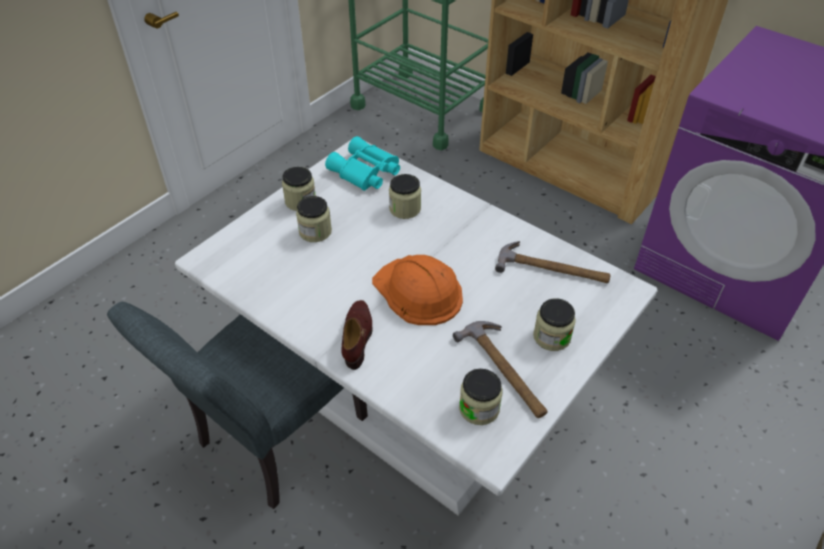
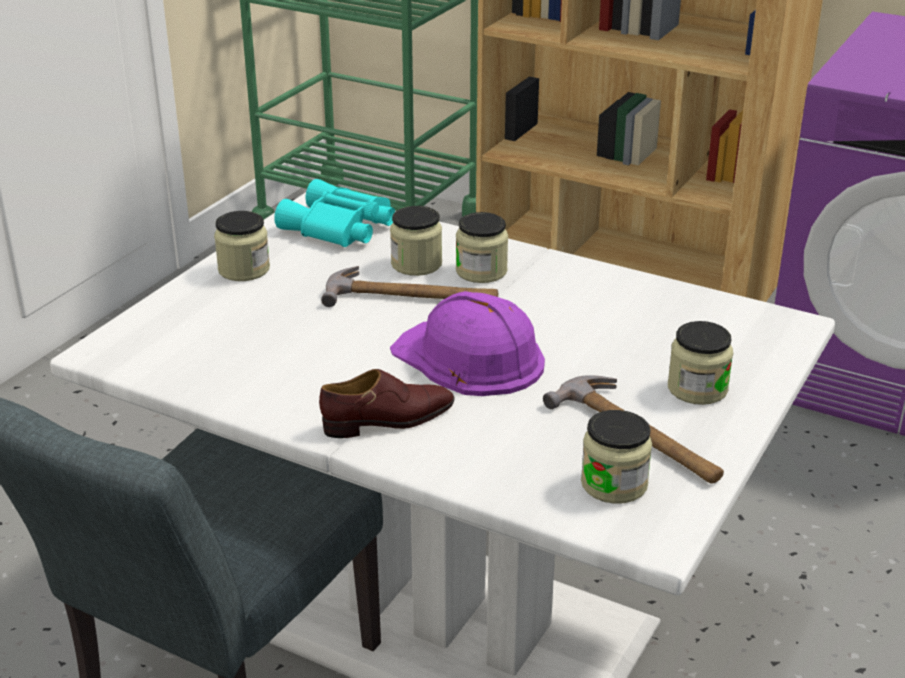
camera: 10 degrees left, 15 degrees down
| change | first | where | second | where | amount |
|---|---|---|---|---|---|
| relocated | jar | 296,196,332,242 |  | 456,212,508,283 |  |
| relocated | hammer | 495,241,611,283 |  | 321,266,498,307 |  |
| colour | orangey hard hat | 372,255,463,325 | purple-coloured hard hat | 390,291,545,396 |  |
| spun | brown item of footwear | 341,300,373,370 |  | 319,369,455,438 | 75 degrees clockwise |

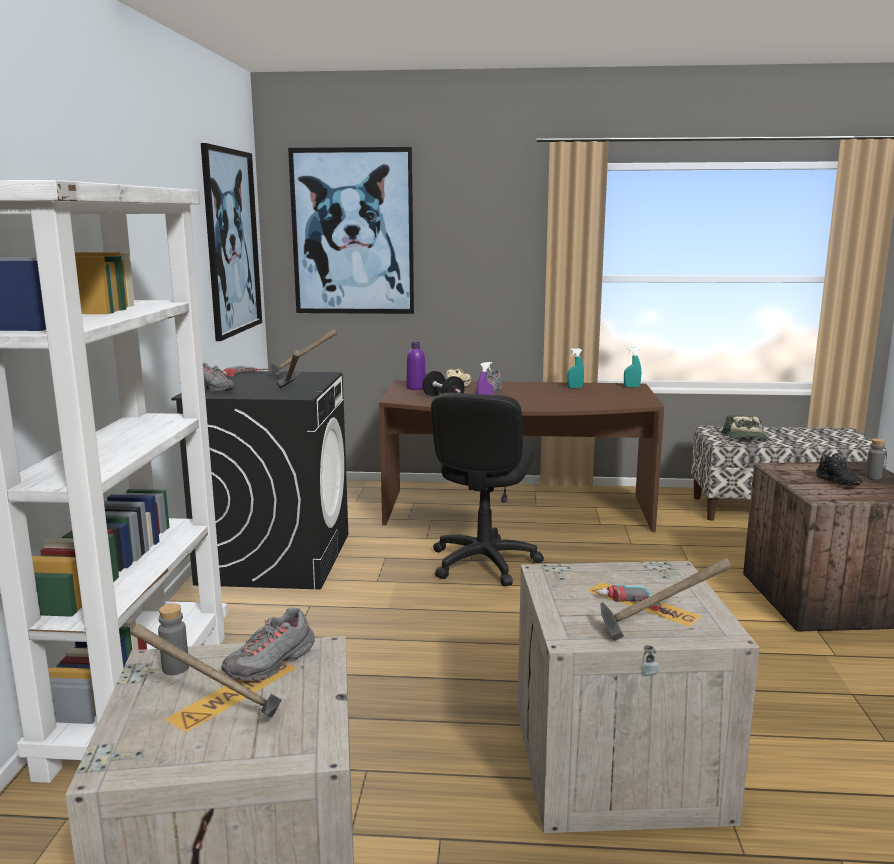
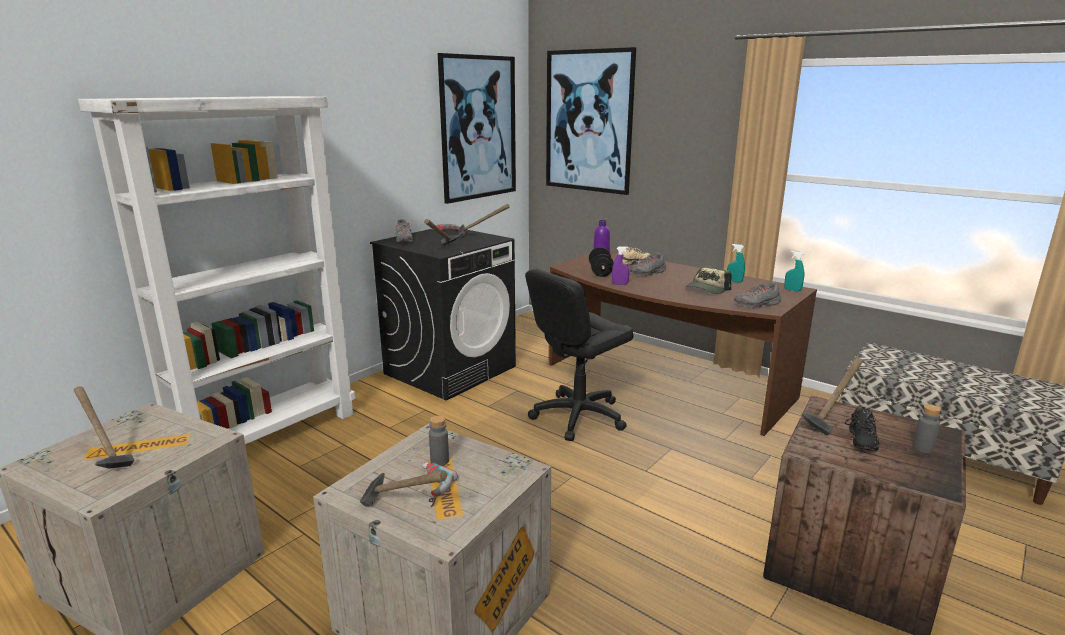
camera: 35 degrees right, 5 degrees up
| change | first | where | second | where | amount |
|---|---|---|---|---|---|
| relocated | baseball cap | 721,415,770,440 |  | 686,266,731,294 |  |
| relocated | grey beverage bottle | 158,604,189,675 |  | 429,415,449,466 |  |
| relocated | grey item of footwear | 221,608,315,680 |  | 734,282,781,309 |  |
| appeared |  |  | hammer | 801,357,863,435 |  |

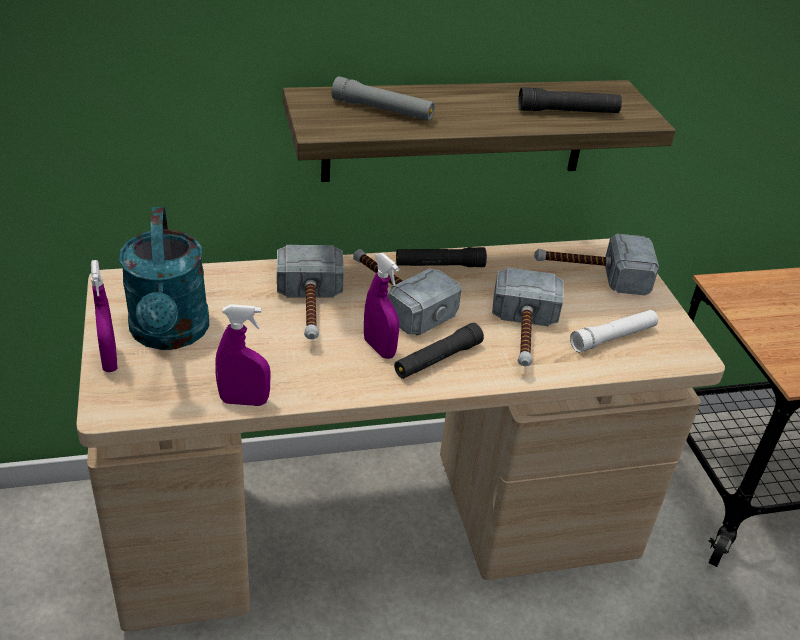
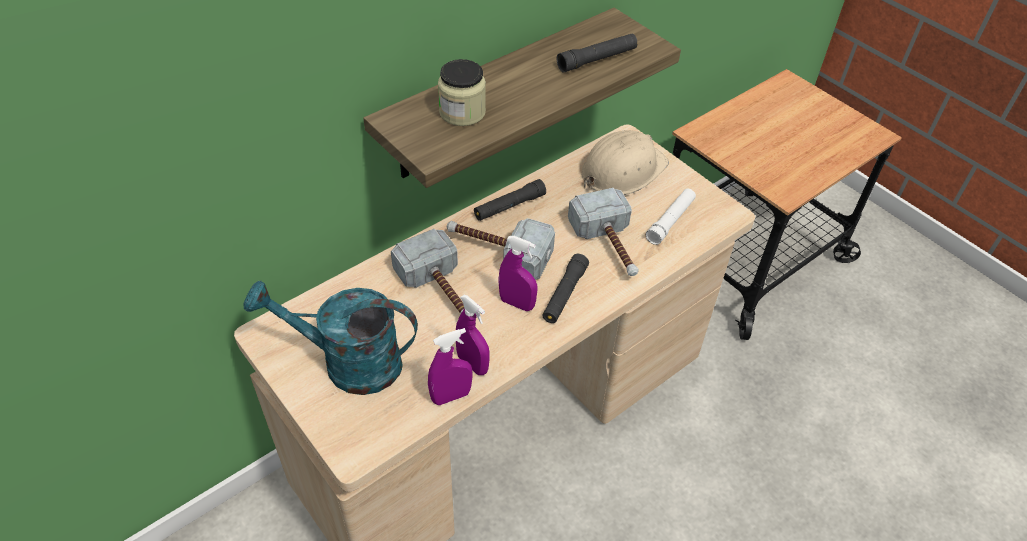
camera: 25 degrees left, 10 degrees up
| change | first | where | second | where | amount |
|---|---|---|---|---|---|
| exchanged | grey hand torch | 332,76,435,121 | jar | 438,59,486,126 |  |
| spun | turquoise sprinkling can | 119,207,209,350 |  | 243,281,418,395 | 135 degrees clockwise |
| exchanged | hammer | 534,234,659,295 | beige hard hat | 582,130,669,195 |  |
| relocated | purple-coloured spray bottle | 91,260,118,372 |  | 456,294,490,375 |  |

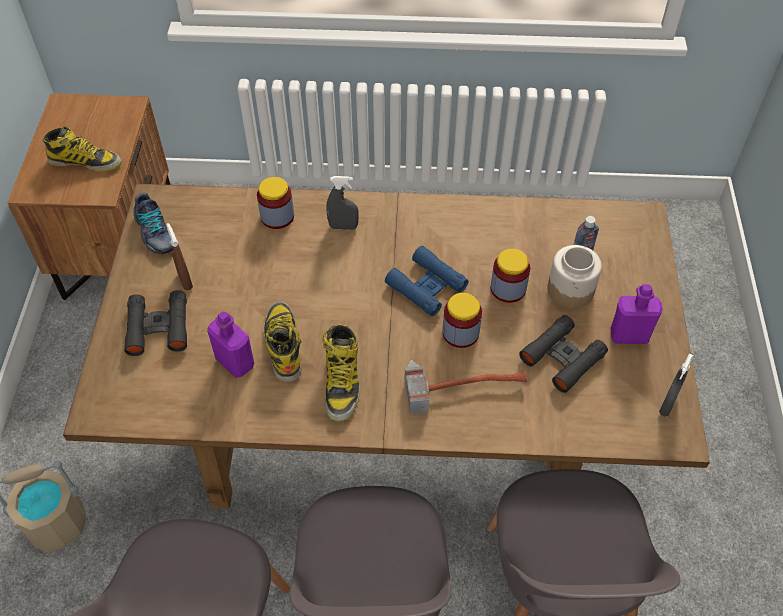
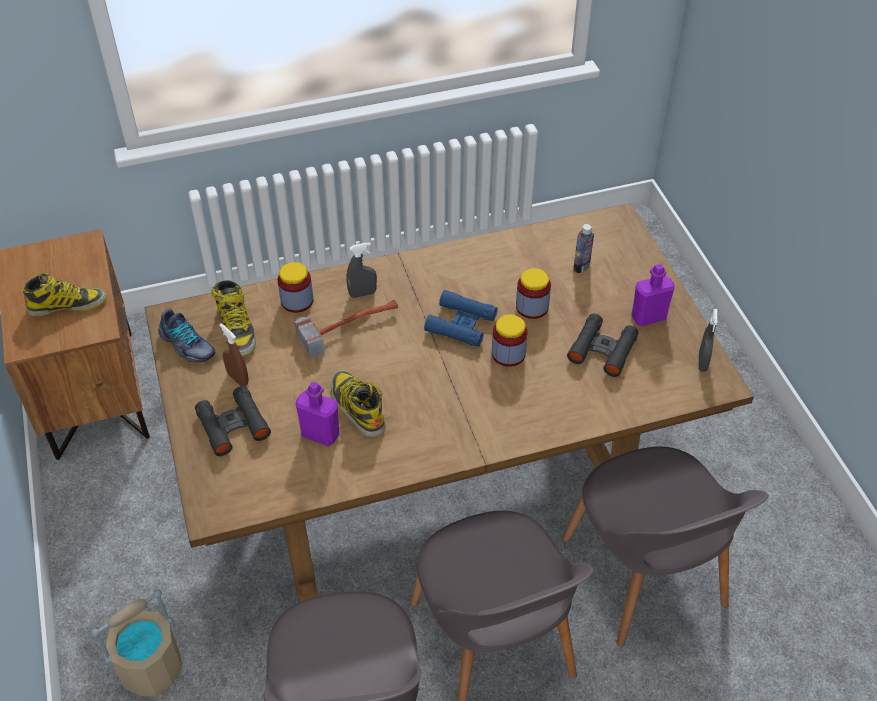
camera: 20 degrees left, 5 degrees down
| change | first | where | second | where | amount |
|---|---|---|---|---|---|
| missing | jar | 548,245,602,309 |  |  |  |
| relocated | tall boot | 323,325,359,422 |  | 211,280,256,357 |  |
| relocated | hammer | 405,360,527,414 |  | 295,300,398,358 |  |

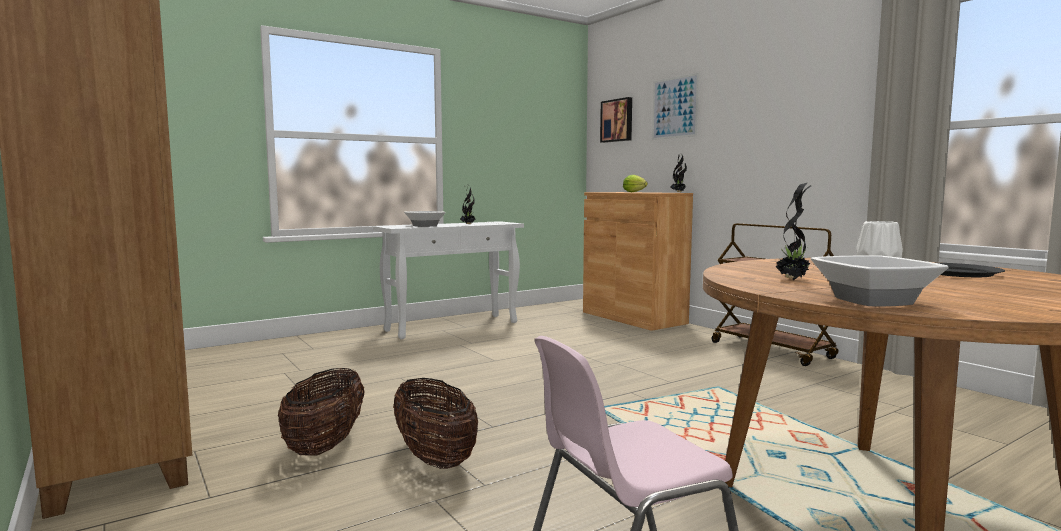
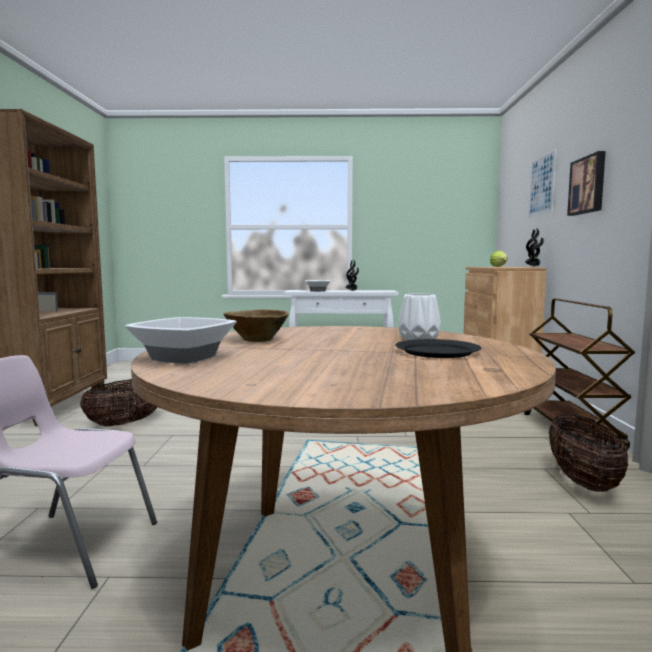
camera: 35 degrees right, 0 degrees up
| change | first | where | second | where | amount |
|---|---|---|---|---|---|
| relocated | picture | 600,97,632,143 |  | 567,151,606,216 |  |
| exchanged | houseplant | 776,182,812,280 | brown deep dish | 223,309,289,342 |  |
| relocated | household basket | 393,378,478,469 |  | 549,414,628,491 |  |

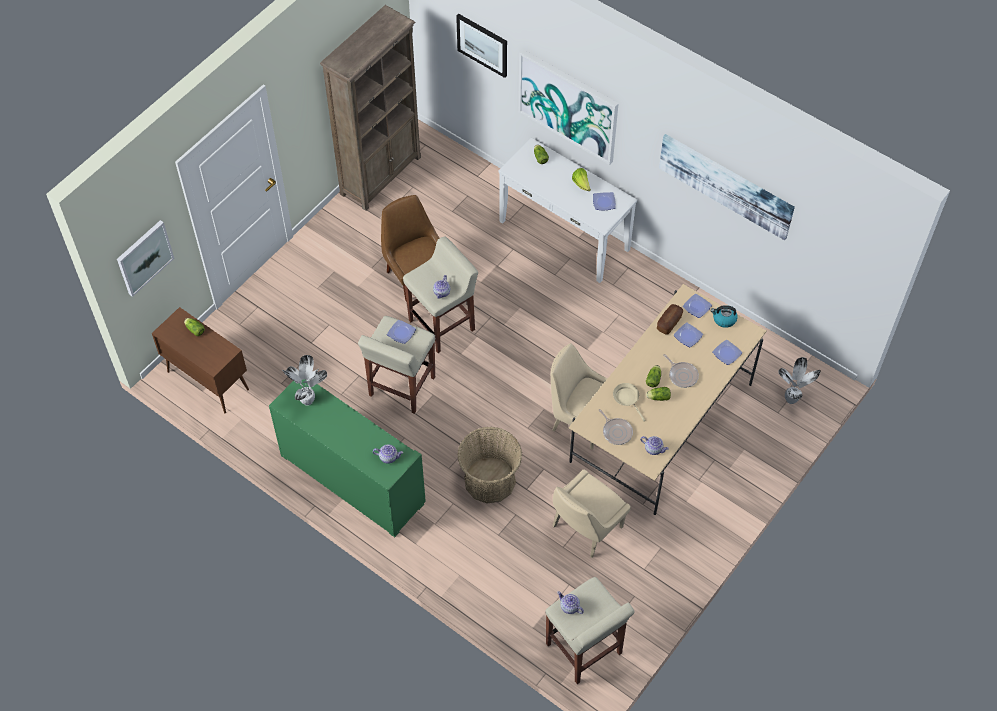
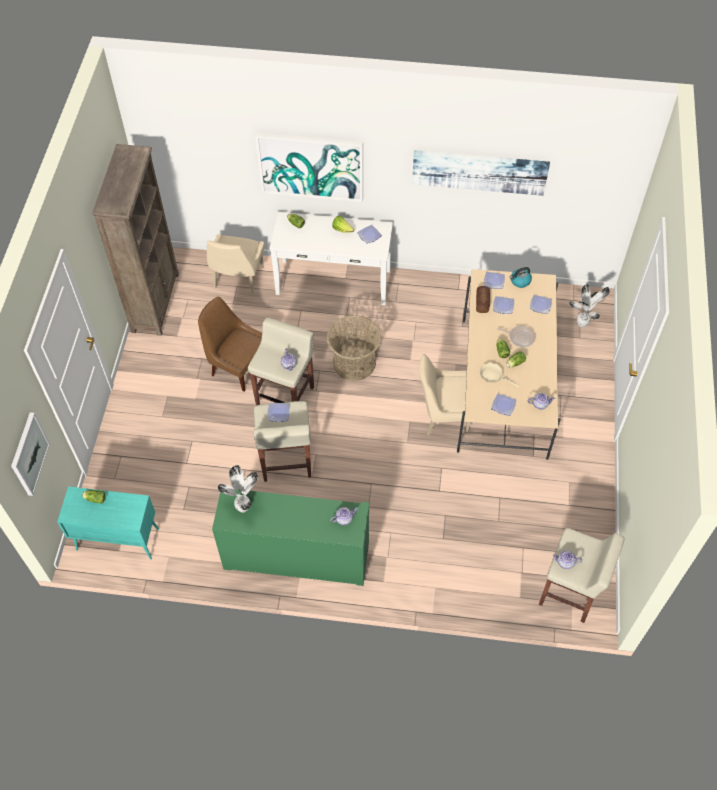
camera: 30 degrees left, 0 degrees up
| change | first | where | second | where | amount |
|---|---|---|---|---|---|
| missing | picture | 456,13,507,78 |  |  |  |
| colour | brown cupboard | 152,307,249,413 | turquoise cupboard | 57,487,159,559 |  |
| exchanged | skillet | 599,409,633,445 | plate | 491,394,517,416 |  |
| relocated | household basket | 458,427,522,503 |  | 327,315,381,381 |  |
| relocated | beige upright chair | 553,469,631,558 |  | 207,234,264,295 |  |

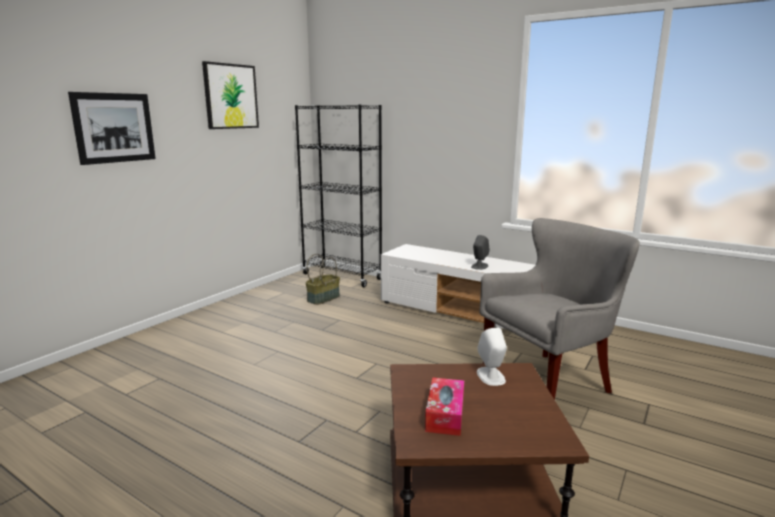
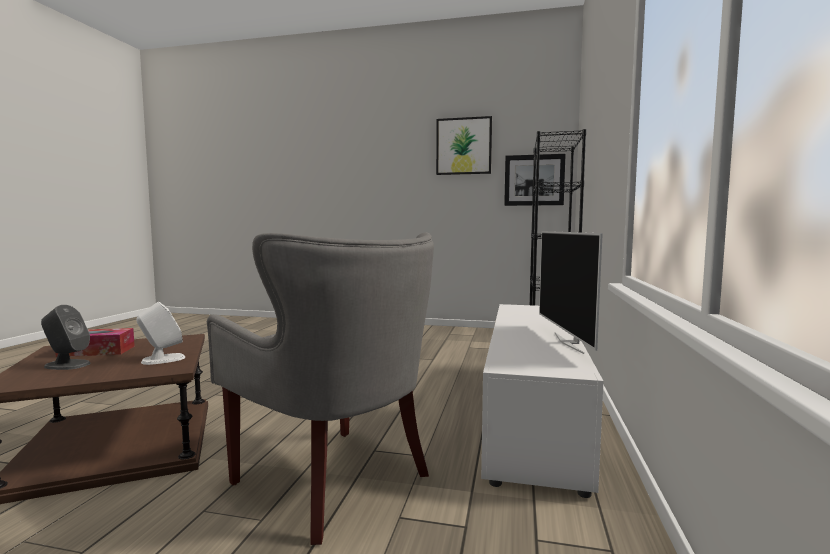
camera: 70 degrees right, 10 degrees down
| change | first | where | second | where | amount |
|---|---|---|---|---|---|
| relocated | picture | 68,92,156,165 |  | 504,154,566,206 |  |
| relocated | grey loudspeaker | 471,235,490,270 |  | 41,305,91,370 |  |
| missing | household basket | 305,254,340,305 |  |  |  |
| appeared |  |  | TV | 539,231,603,354 |  |

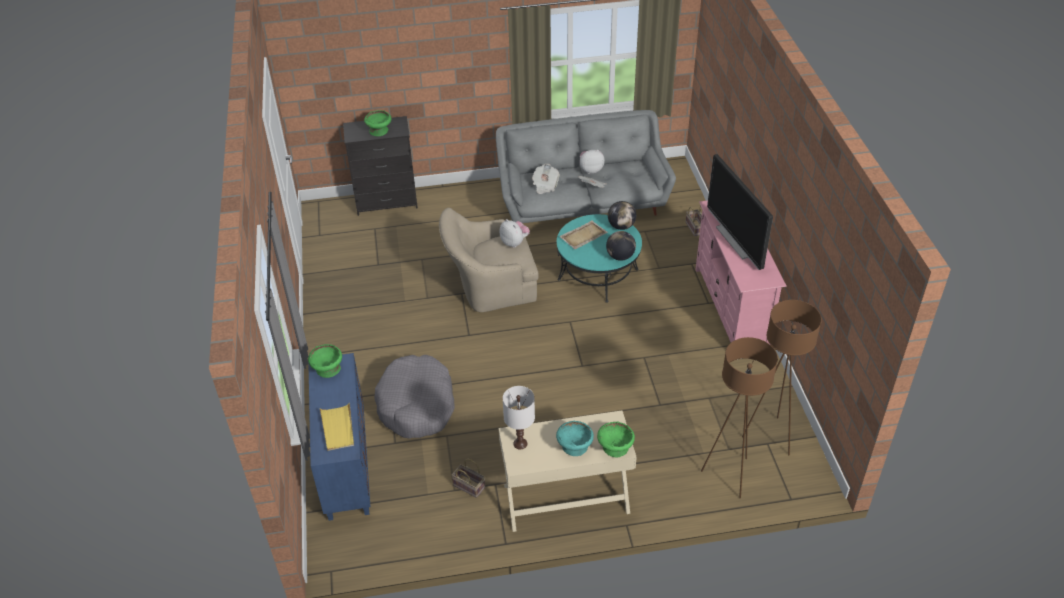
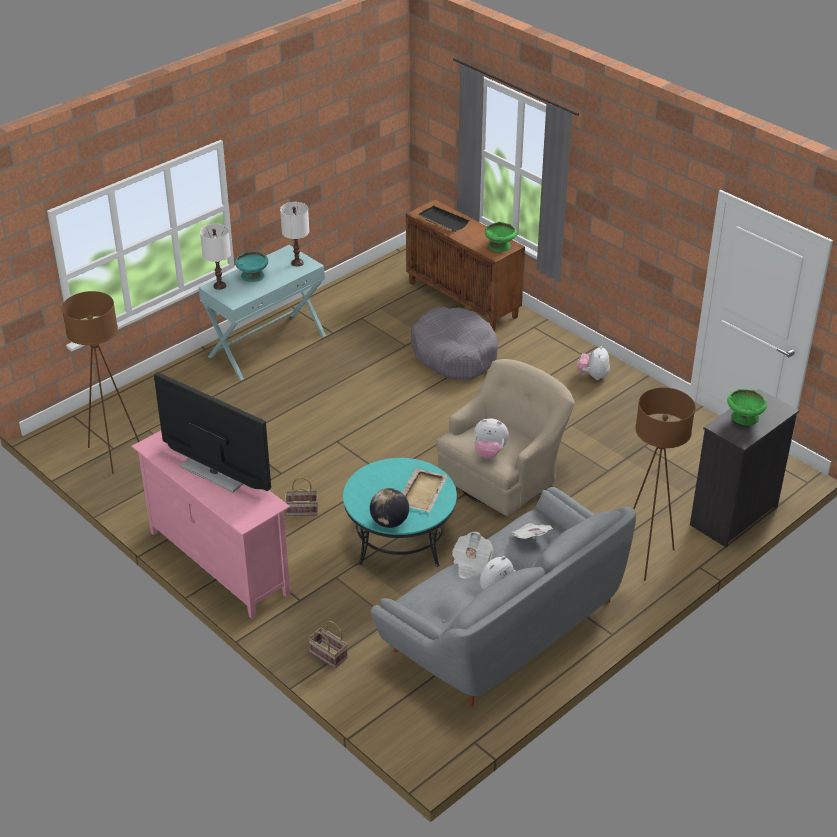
camera: 145 degrees right, 5 degrees down
| change | first | where | second | where | amount |
|---|---|---|---|---|---|
| missing | desk globe | 606,231,636,261 |  |  |  |
| relocated | brown floor lamp | 701,337,778,498 |  | 633,387,695,581 |  |
| colour | blue-coloured cupboard | 308,353,371,521 | brown cupboard | 406,199,525,331 |  |
| colour | yellow-coloured serving tray | 320,402,354,451 | black-coloured serving tray | 418,205,470,232 |  |
| colour | beige hall table | 499,410,637,532 | turquoise hall table | 199,245,326,380 |  |
| exchanged | green deep dish | 597,422,635,457 | whitish table lamp | 200,224,231,290 |  |
| relocated | household basket | 451,459,485,498 |  | 285,477,318,516 |  |
| appeared |  |  | plush toy | 577,346,610,380 |  |

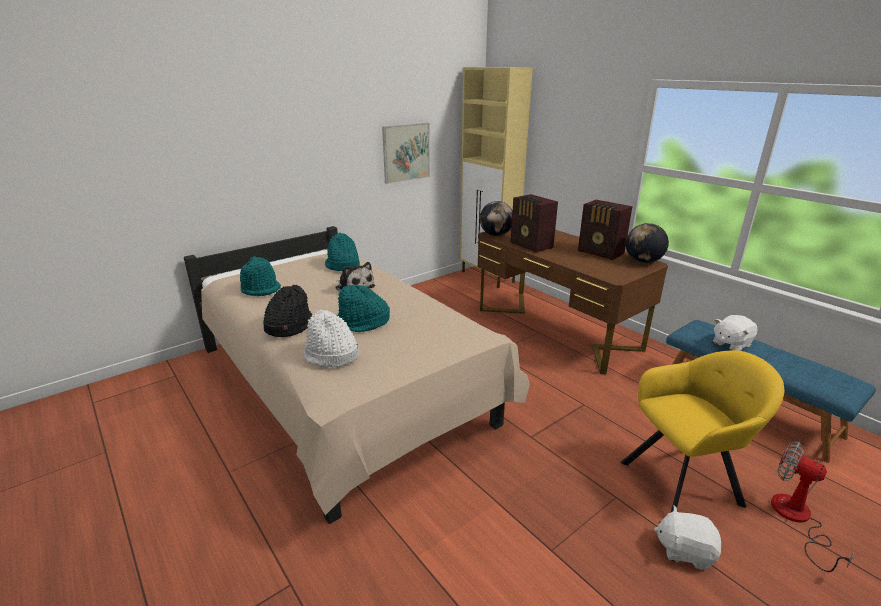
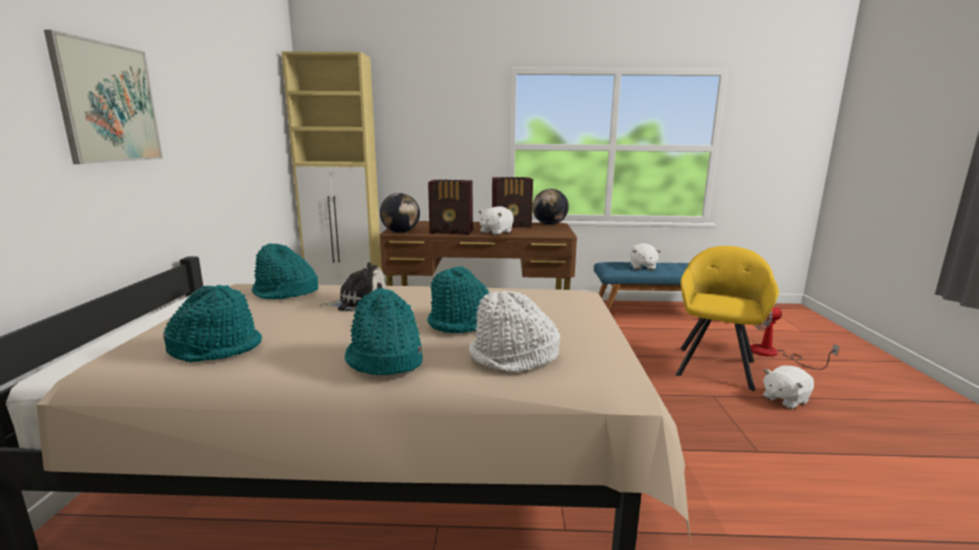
camera: 50 degrees left, 10 degrees down
| change | first | where | second | where | amount |
|---|---|---|---|---|---|
| relocated | picture | 382,123,430,184 |  | 44,30,163,164 |  |
| colour | black-coloured hat | 263,285,312,337 | turquoise hat | 345,288,423,375 |  |
| appeared |  |  | whitish plush toy | 478,206,514,235 |  |

